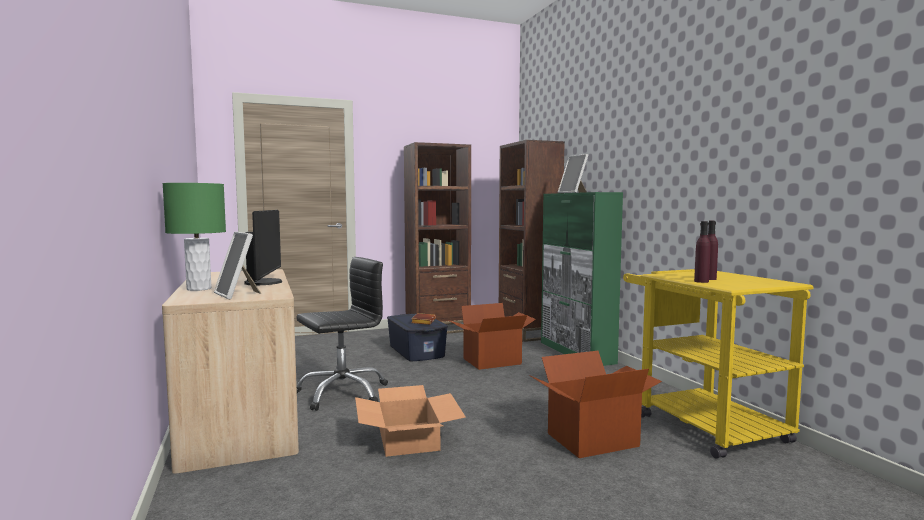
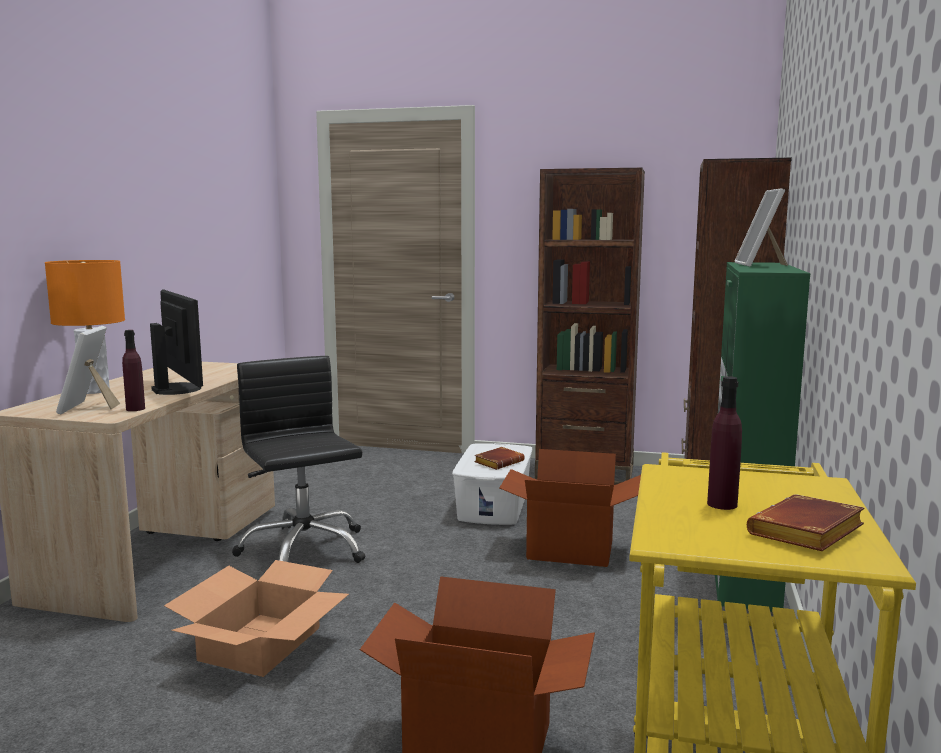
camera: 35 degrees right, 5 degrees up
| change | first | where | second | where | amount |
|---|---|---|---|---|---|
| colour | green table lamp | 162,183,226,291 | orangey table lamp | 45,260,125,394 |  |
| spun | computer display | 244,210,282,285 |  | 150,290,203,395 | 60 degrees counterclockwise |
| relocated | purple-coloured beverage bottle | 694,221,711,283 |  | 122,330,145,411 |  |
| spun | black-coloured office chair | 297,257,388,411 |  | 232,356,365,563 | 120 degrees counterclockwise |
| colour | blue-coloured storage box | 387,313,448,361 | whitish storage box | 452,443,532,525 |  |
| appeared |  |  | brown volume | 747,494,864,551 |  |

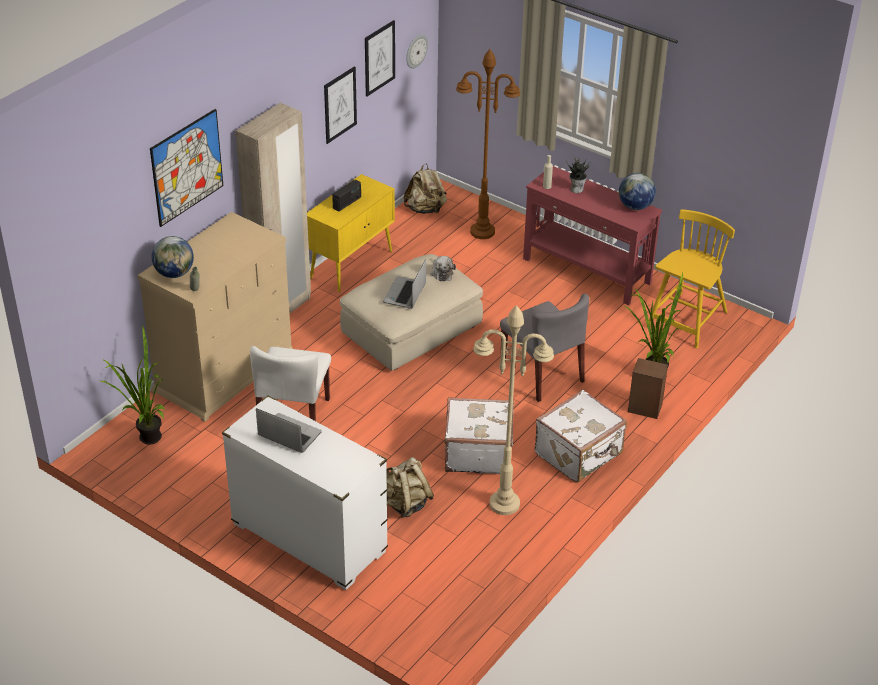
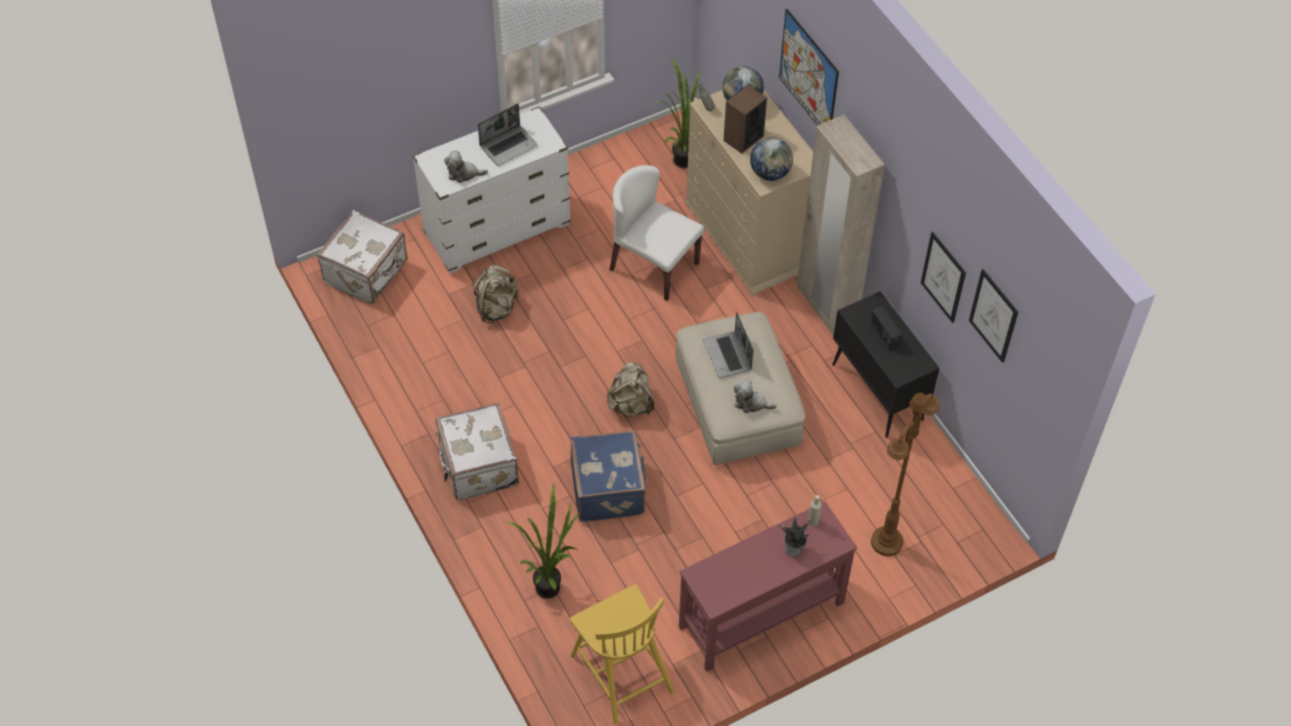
camera: 115 degrees right, 15 degrees up
| change | first | where | second | where | amount |
|---|---|---|---|---|---|
| missing | clock on the wall | 406,34,428,69 |  |  |  |
| relocated | beige knapsack | 404,163,447,214 |  | 607,361,654,417 |  |
| relocated | desk globe | 619,173,656,210 |  | 750,137,793,181 |  |
| colour | yellow-coloured cupboard | 307,174,395,292 | black-coloured cupboard | 832,291,939,438 |  |
| spun | notebook computer | 383,259,426,309 |  | 703,312,753,378 | 150 degrees counterclockwise |
| exchanged | grey upright chair | 500,293,589,402 | blue-coloured travel case | 570,430,647,522 |  |
| missing | beige floor lamp | 473,305,554,515 |  |  |  |
| relocated | loudspeaker | 628,358,668,419 |  | 724,85,767,154 |  |
| relocated | whitish travel case | 445,397,514,474 |  | 317,210,408,304 |  |
| appeared |  |  | plush toy | 444,151,488,183 |  |

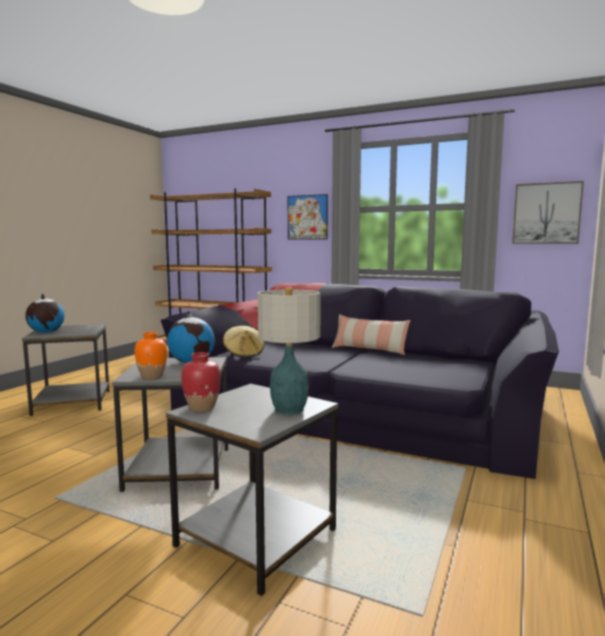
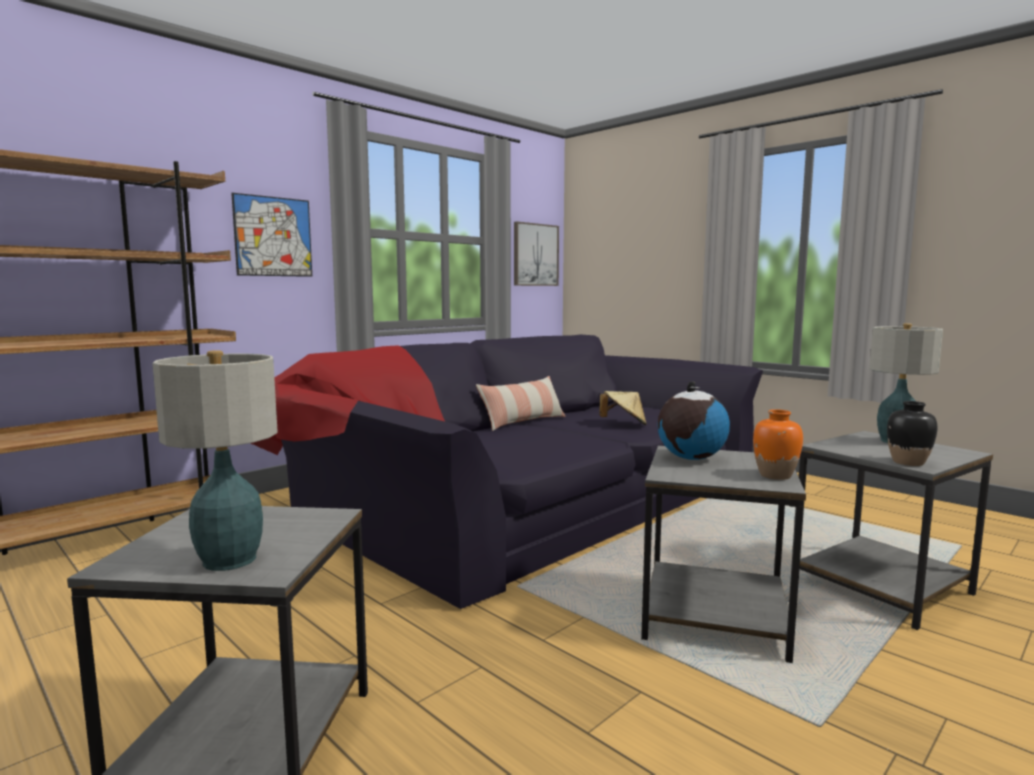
camera: 70 degrees left, 0 degrees up
| change | first | where | second | where | amount |
|---|---|---|---|---|---|
| exchanged | desk globe | 25,294,65,333 | table lamp | 152,350,278,571 |  |
| relocated | beige hat | 223,326,265,358 |  | 599,391,647,425 |  |
| colour | red-coloured flower vase | 181,352,221,412 | black-coloured flower vase | 887,401,938,466 |  |

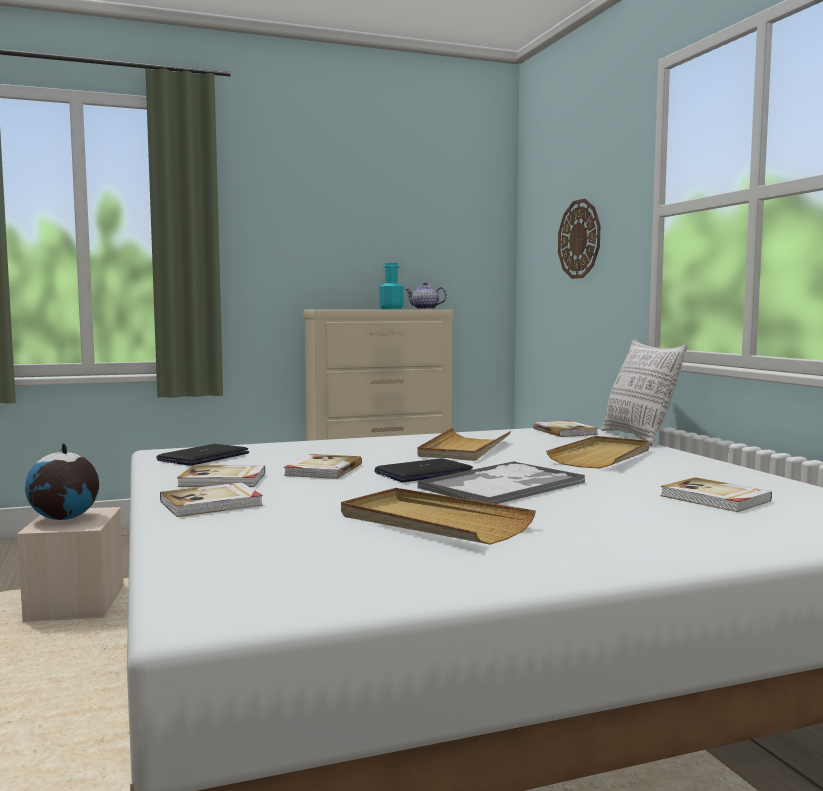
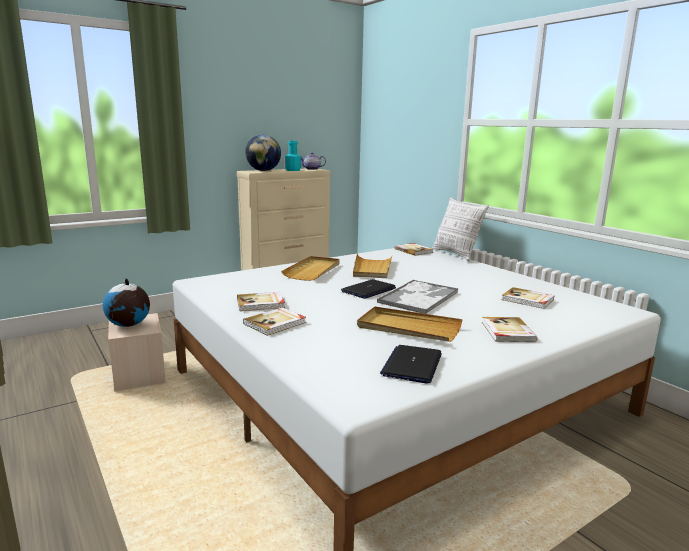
camera: 15 degrees left, 10 degrees up
| change | first | where | second | where | amount |
|---|---|---|---|---|---|
| missing | clock on the wall | 558,199,600,279 |  |  |  |
| relocated | beige serving tray | 546,436,649,469 |  | 281,256,340,281 |  |
| relocated | notebook computer | 156,444,249,466 |  | 380,345,442,384 |  |
| relocated | volume | 284,454,362,479 |  | 482,317,538,342 |  |
| appeared |  |  | desk globe | 245,135,281,171 |  |

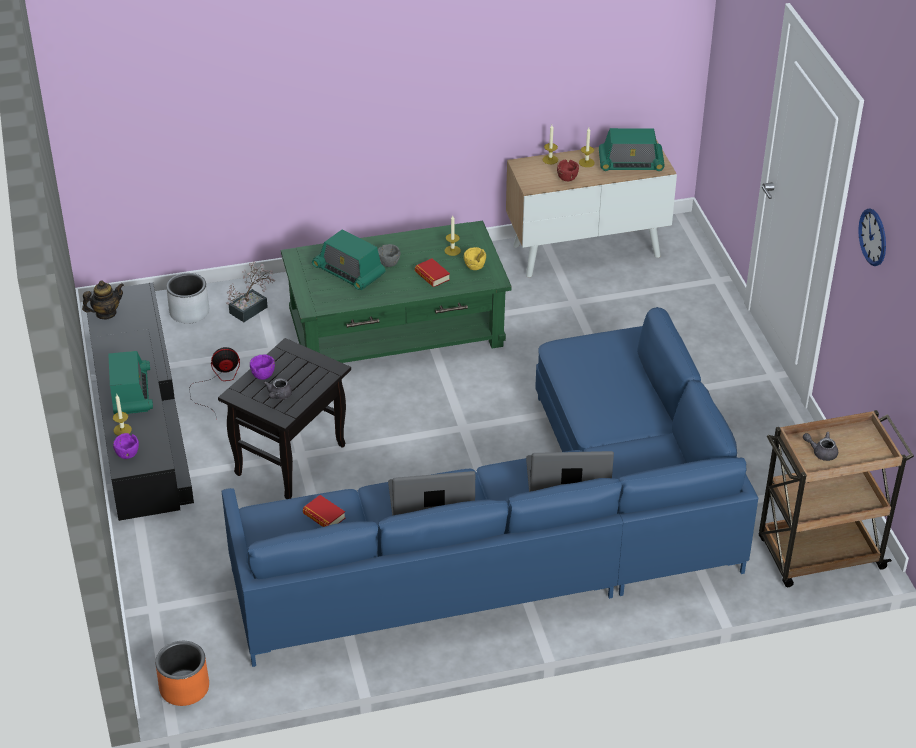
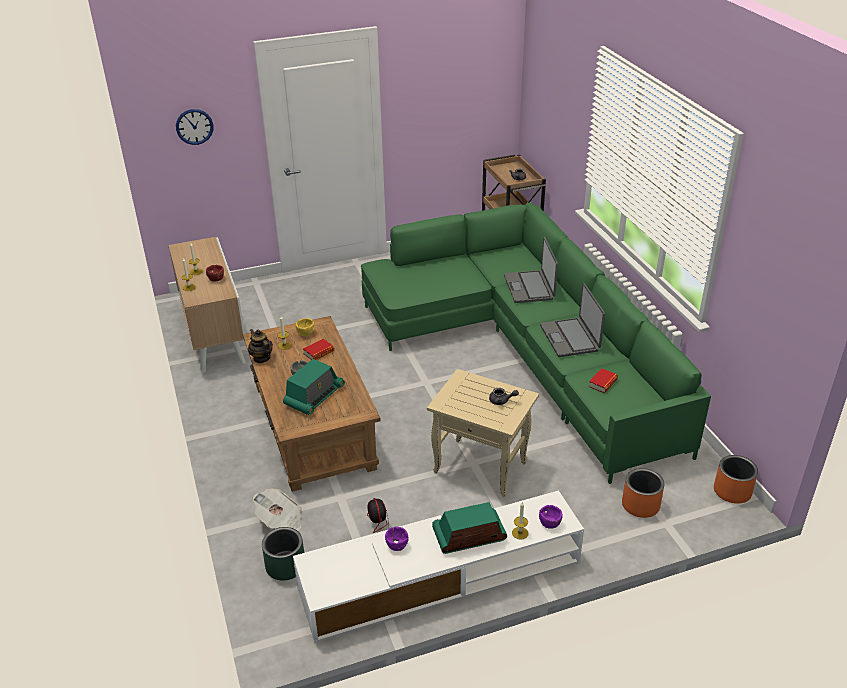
camera: 95 degrees left, 5 degrees down
| change | first | where | second | where | amount |
|---|---|---|---|---|---|
| missing | radio receiver | 599,128,665,171 |  |  |  |
| relocated | clock on the wall | 858,209,886,266 |  | 176,109,213,145 |  |
| colour | green coffee table | 281,220,512,363 | brown coffee table | 243,316,381,492 |  |
| exchanged | houseplant | 226,261,275,322 | daily paper | 253,488,302,531 |  |
| colour | grey flower pot | 166,273,209,324 | green flower pot | 262,527,304,581 |  |
| relocated | tea pot | 82,280,124,319 |  | 248,329,273,363 |  |
| colour | black-coloured tv stand | 87,282,194,521 | whitish tv stand | 293,490,584,643 |  |
| colour | blue-coloured settee | 222,307,758,667 | green settee | 361,203,711,484 |  |
| colour | black-coloured side table | 218,338,351,499 | beige side table | 427,369,539,498 |  |
| relocated | purple-coloured deep dish | 250,354,275,380 |  | 385,526,409,551 |  |
| appeared |  |  | orangey flower pot | 622,468,664,518 |  |

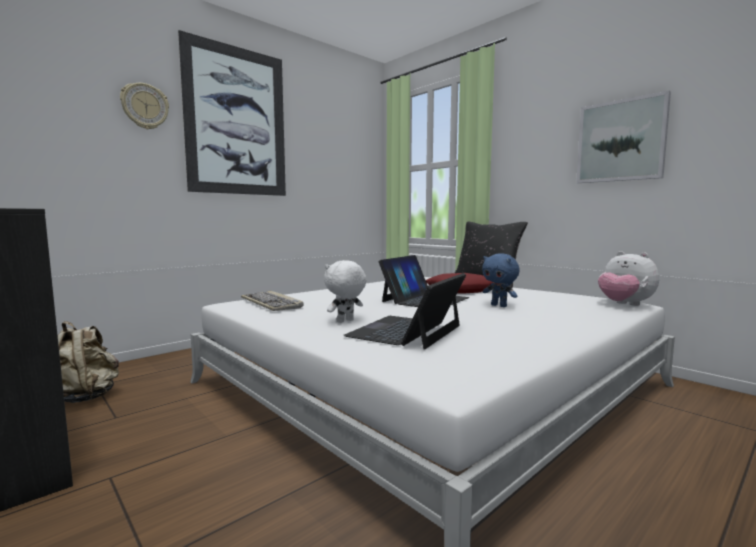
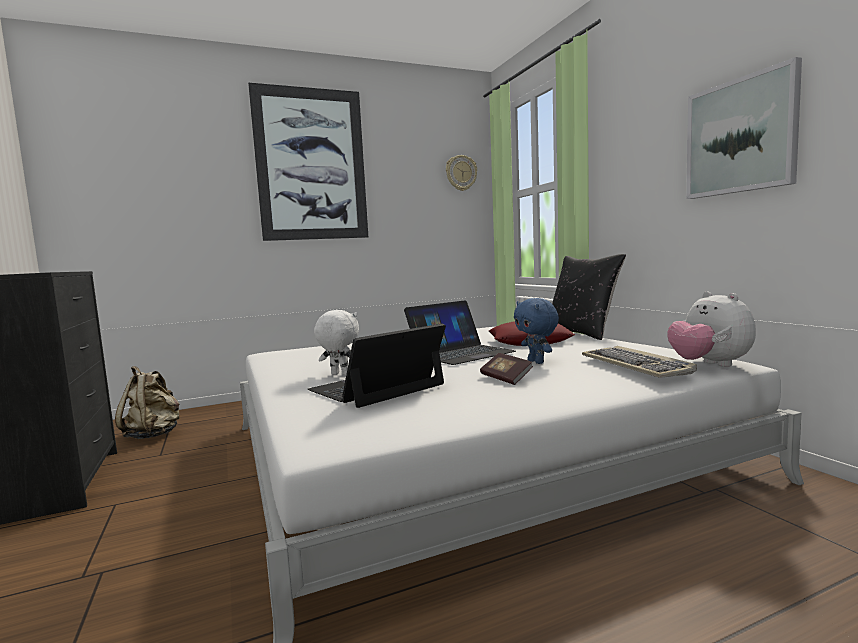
camera: 20 degrees right, 0 degrees up
| change | first | where | second | where | amount |
|---|---|---|---|---|---|
| relocated | clock on the wall | 120,83,169,129 |  | 446,155,477,191 |  |
| spun | whitish plush toy | 324,260,367,323 |  | 314,310,359,375 | 45 degrees clockwise |
| relocated | keyboard | 241,291,303,311 |  | 582,346,697,378 |  |
| appeared |  |  | volume | 480,353,533,385 |  |

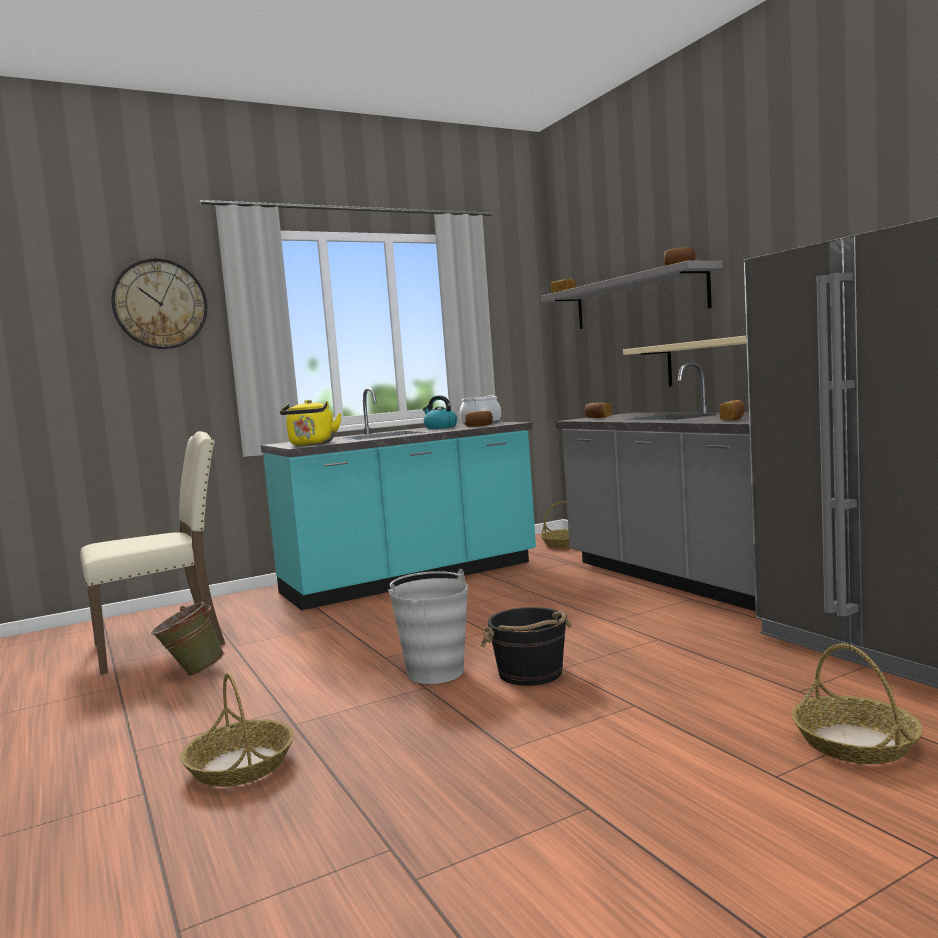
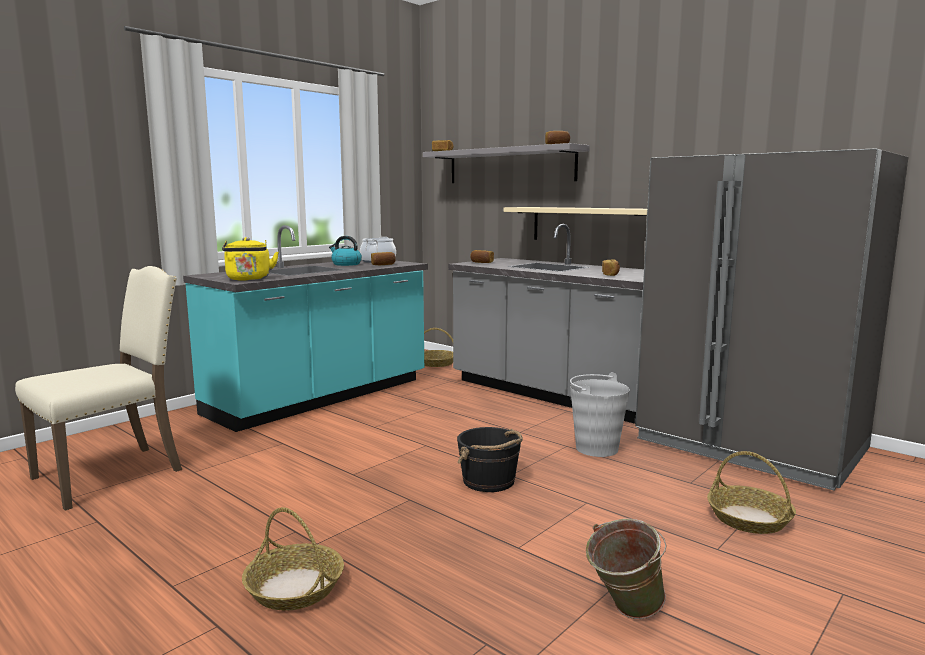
camera: 20 degrees left, 5 degrees up
| change | first | where | second | where | amount |
|---|---|---|---|---|---|
| missing | clock on the wall | 112,258,207,349 |  |  |  |
| relocated | grey bucket | 388,569,468,684 |  | 570,372,630,457 |  |
| relocated | green bucket | 151,602,224,676 |  | 586,519,666,619 |  |

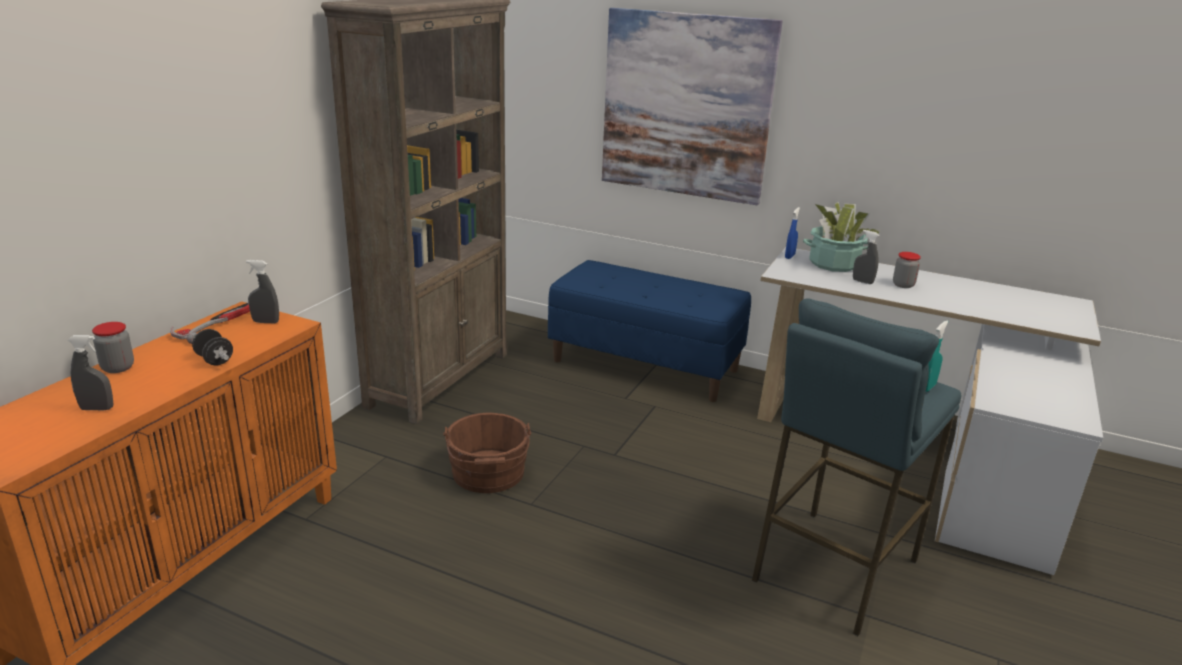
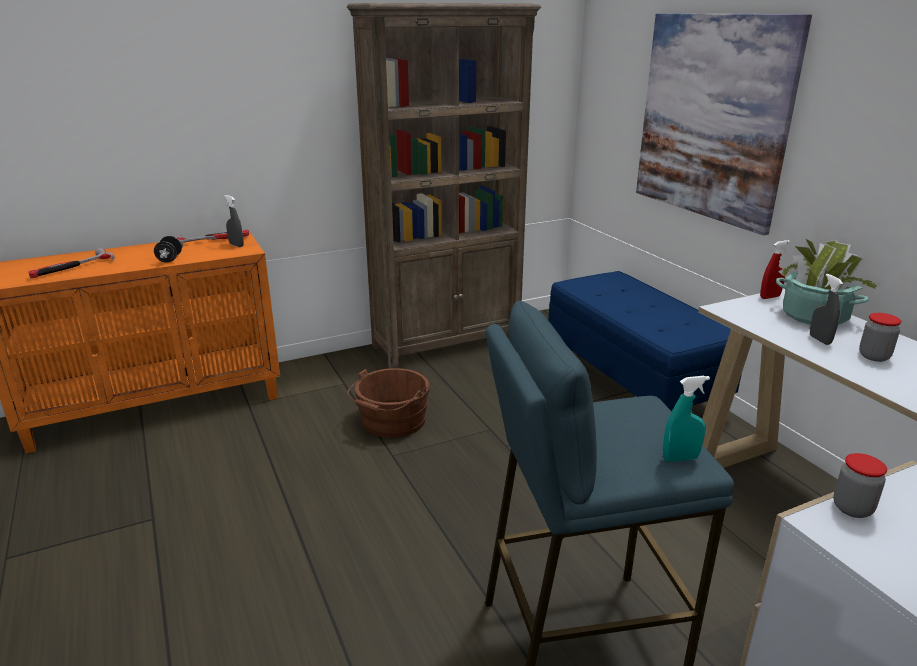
camera: 40 degrees right, 0 degrees up
| change | first | where | second | where | amount |
|---|---|---|---|---|---|
| colour | blue-coloured spray bottle | 785,207,800,259 | red-coloured spray bottle | 760,240,790,299 |  |
| relocated | jar | 92,322,134,373 |  | 833,453,887,518 |  |
| exchanged | grey spray bottle | 67,335,113,410 | hammer | 28,248,115,278 |  |

